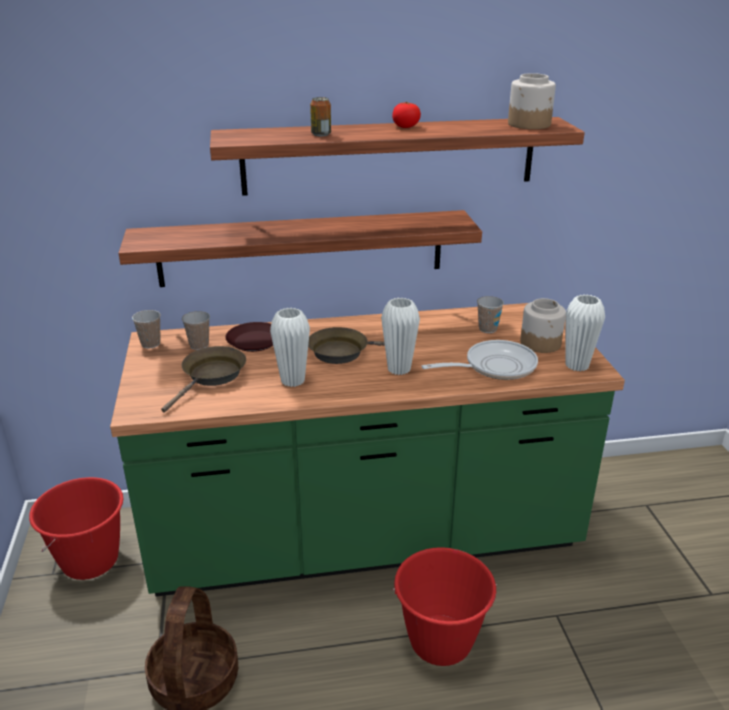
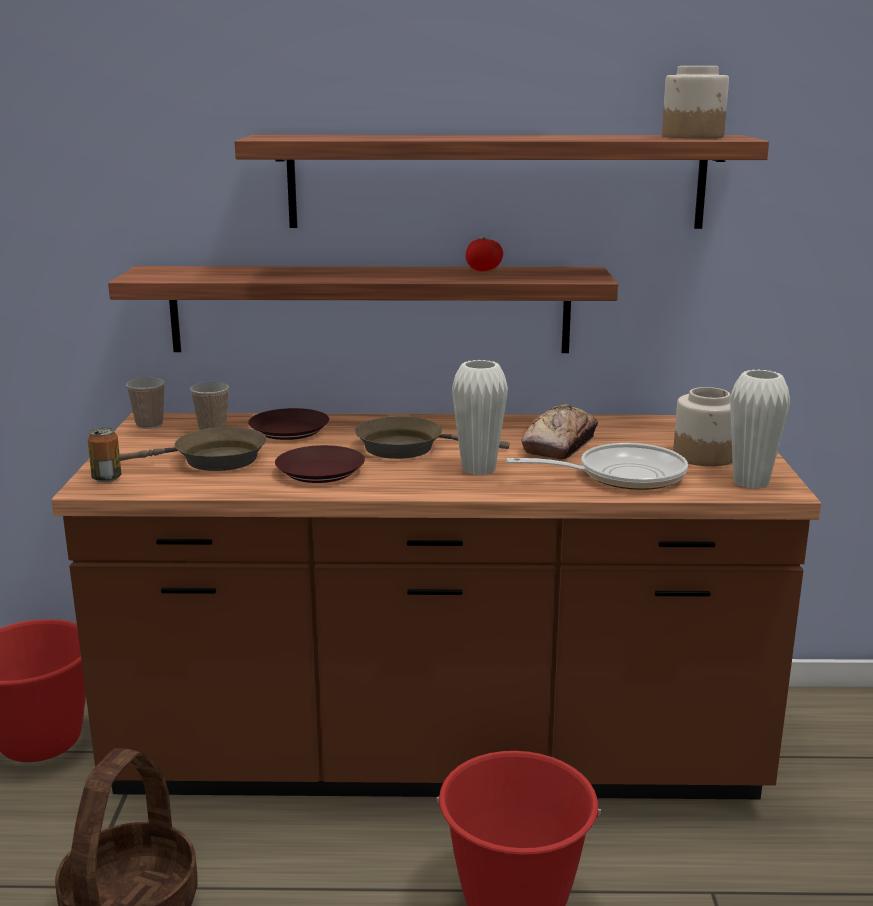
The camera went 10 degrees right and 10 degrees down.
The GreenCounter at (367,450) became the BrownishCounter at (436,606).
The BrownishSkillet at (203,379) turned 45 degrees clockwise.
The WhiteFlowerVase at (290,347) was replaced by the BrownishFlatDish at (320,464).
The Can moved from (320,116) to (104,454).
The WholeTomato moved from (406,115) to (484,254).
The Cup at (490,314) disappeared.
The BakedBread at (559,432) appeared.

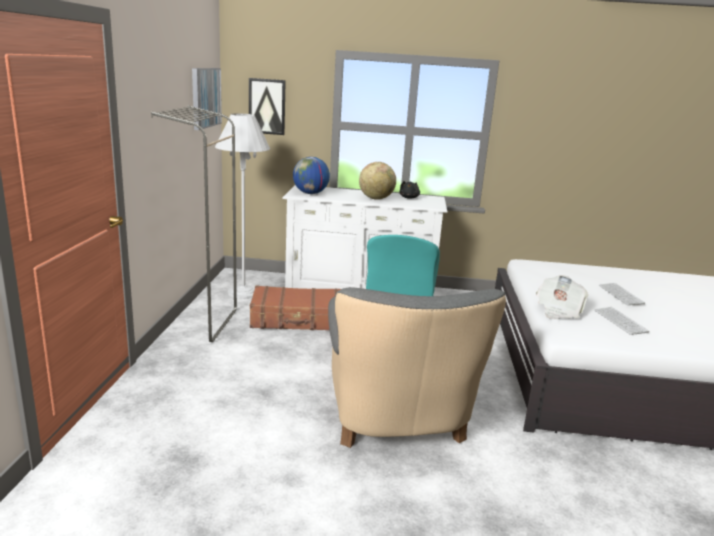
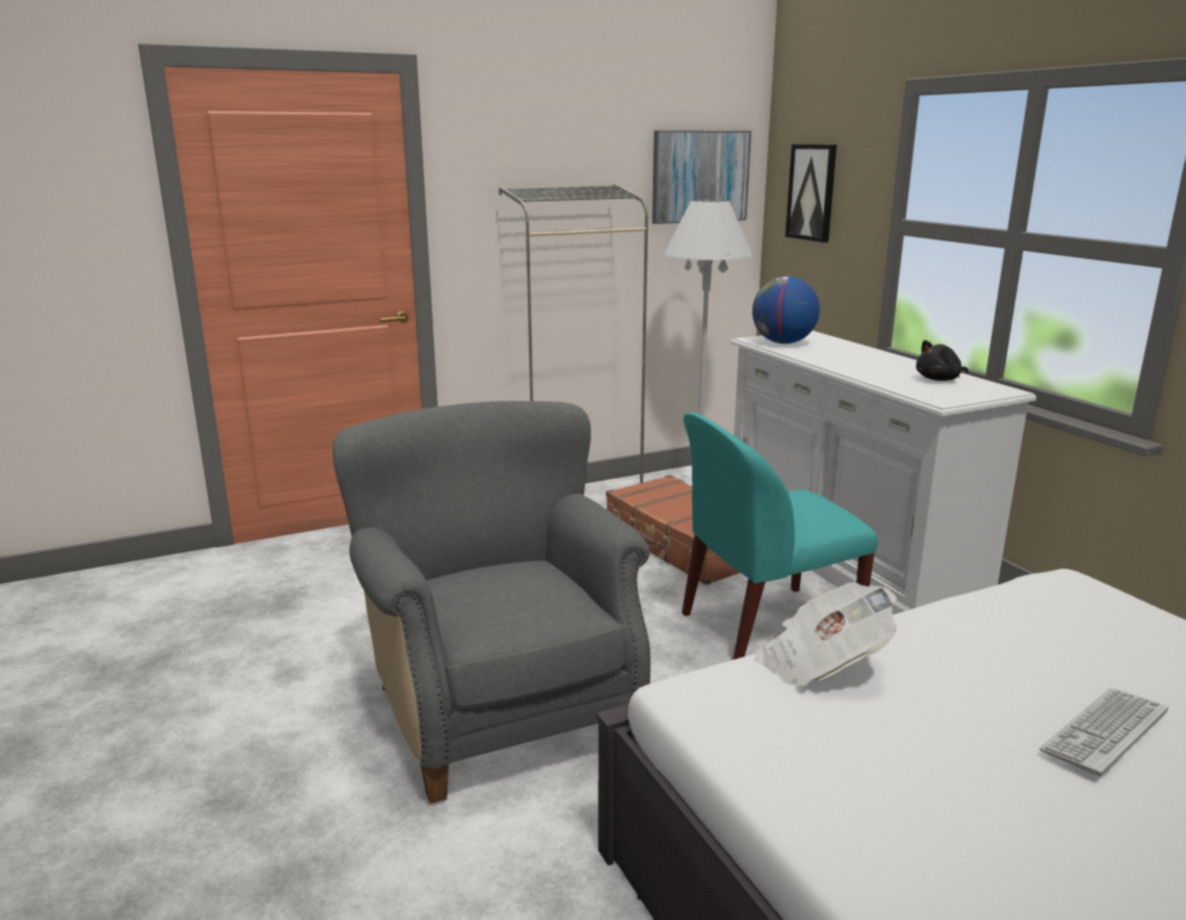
The camera went 60 degrees right and 0 degrees up.
The GreyEasyChair at (417,367) turned 105 degrees clockwise.
The Globe at (377,181) disappeared.
The ComputerKeyboard at (622,321) disappeared.

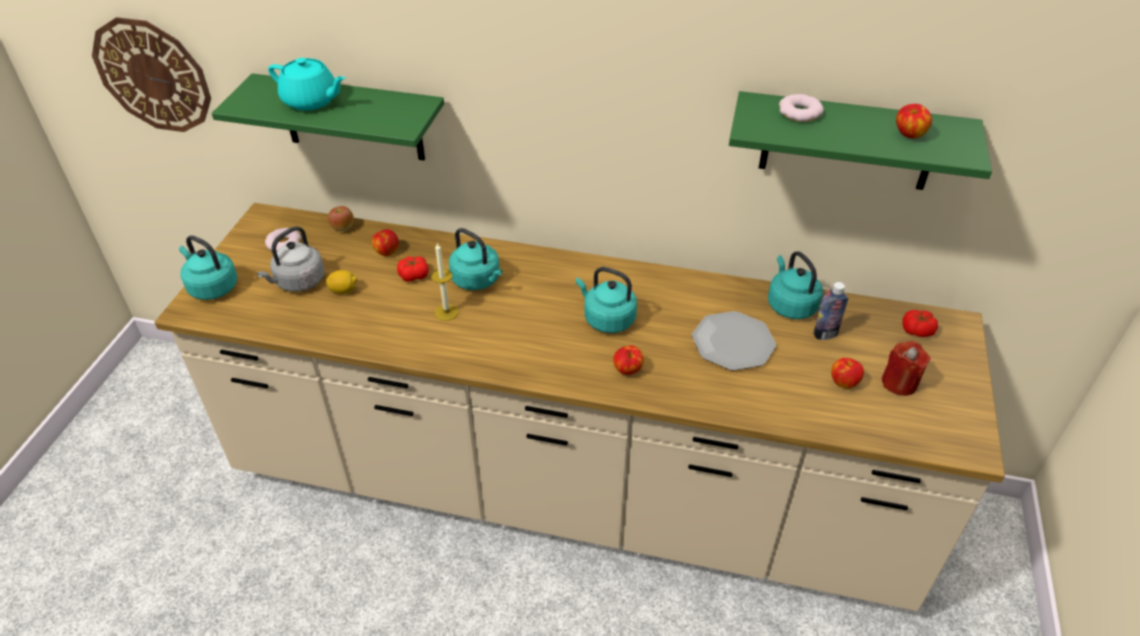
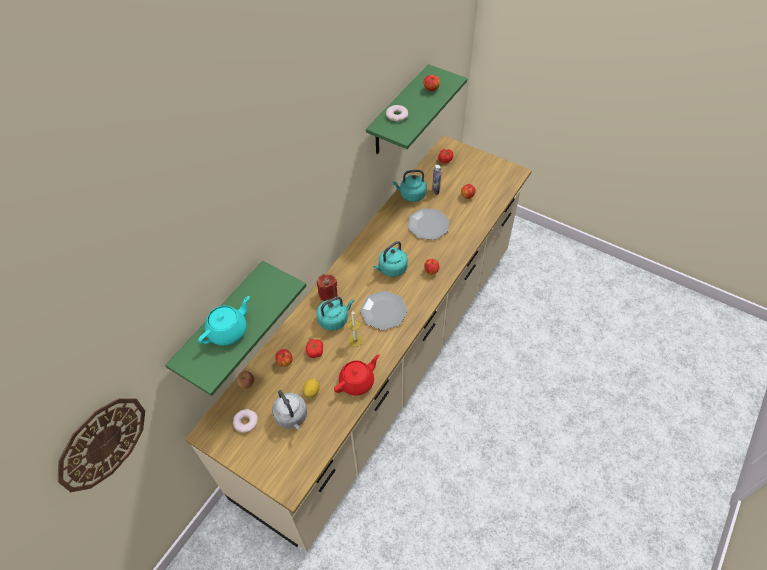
The camera went 70 degrees left and 10 degrees up.
The TurquoiseWaterKettle at (208,267) disappeared.
The RedColouredCandle moved from (906,368) to (327,288).
The RedColouredTeaPot at (357,375) appeared.
The FlatDish at (383,310) appeared.

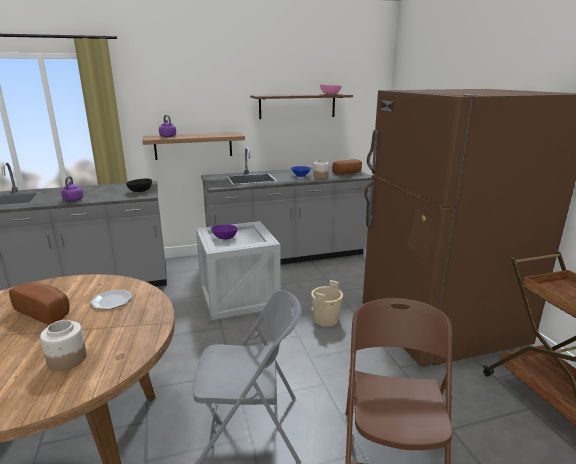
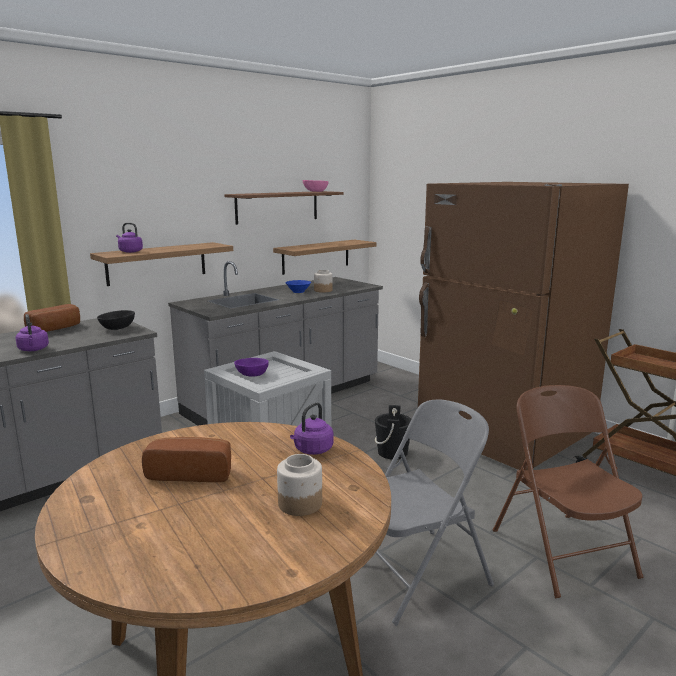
The camera went 25 degrees left and 5 degrees down.
The FlatDish at (111,300) disappeared.
The BeigePail at (327,303) became the BlackishPail at (393,432).
The BakedBread moved from (347,167) to (52,318).
The BracketShelf at (325,257) appeared.
The PurpleWaterKettle at (311,428) appeared.

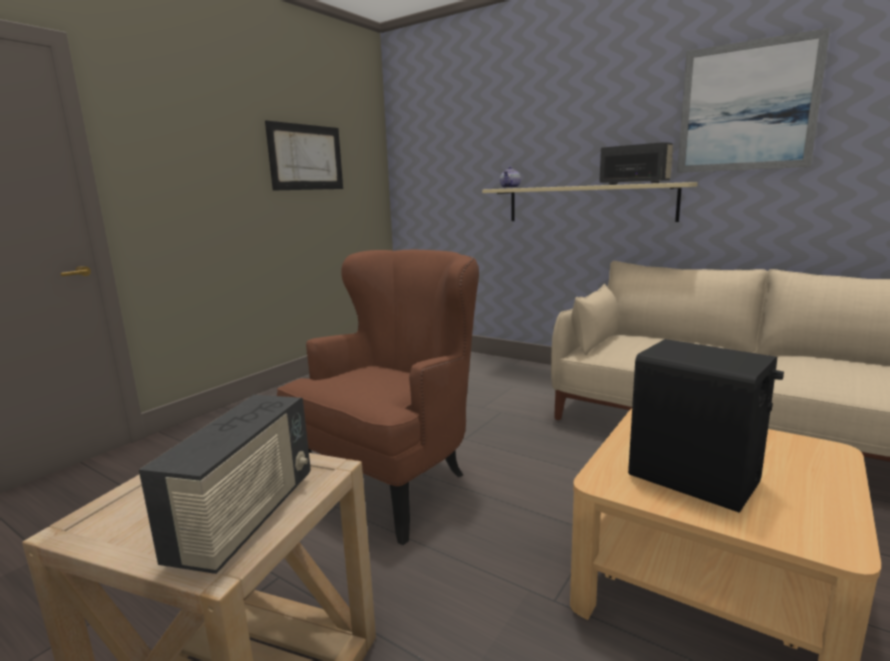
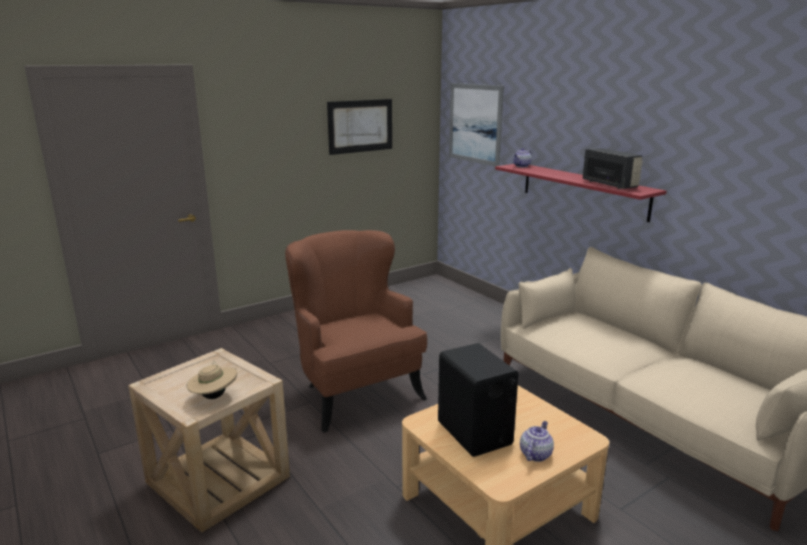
The camera went 20 degrees right and 5 degrees up.
The RadioSet at (225,484) was replaced by the BeigeHat at (212,380).
The BrownishEasyChair at (378,397) turned 90 degrees counterclockwise.
The BeigeBracketShelf at (590,202) became the RedColouredBracketShelf at (581,193).
The WallPicture moved from (753,100) to (476,124).
The TeaPot at (537,441) appeared.

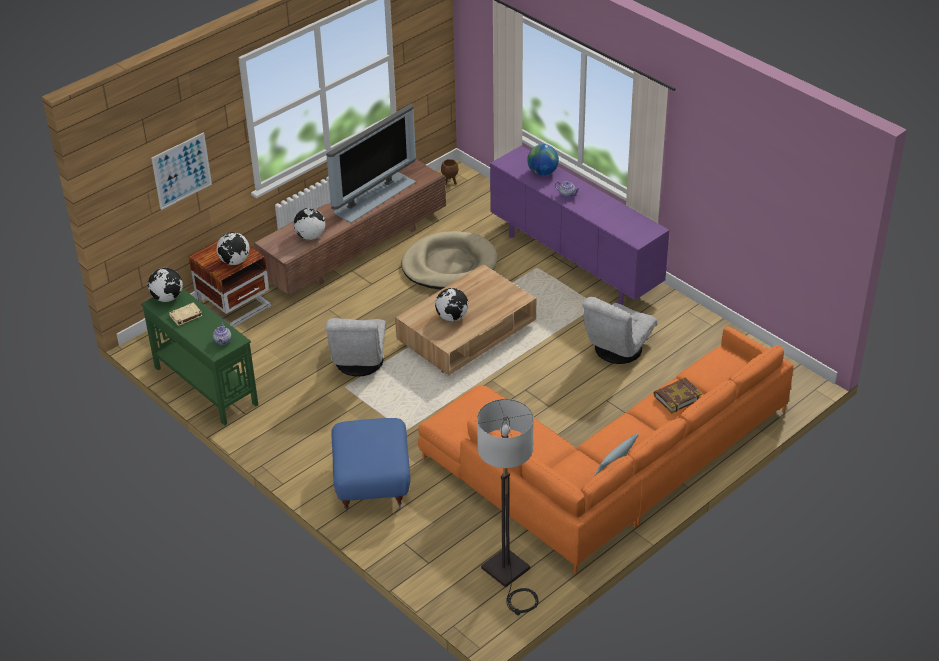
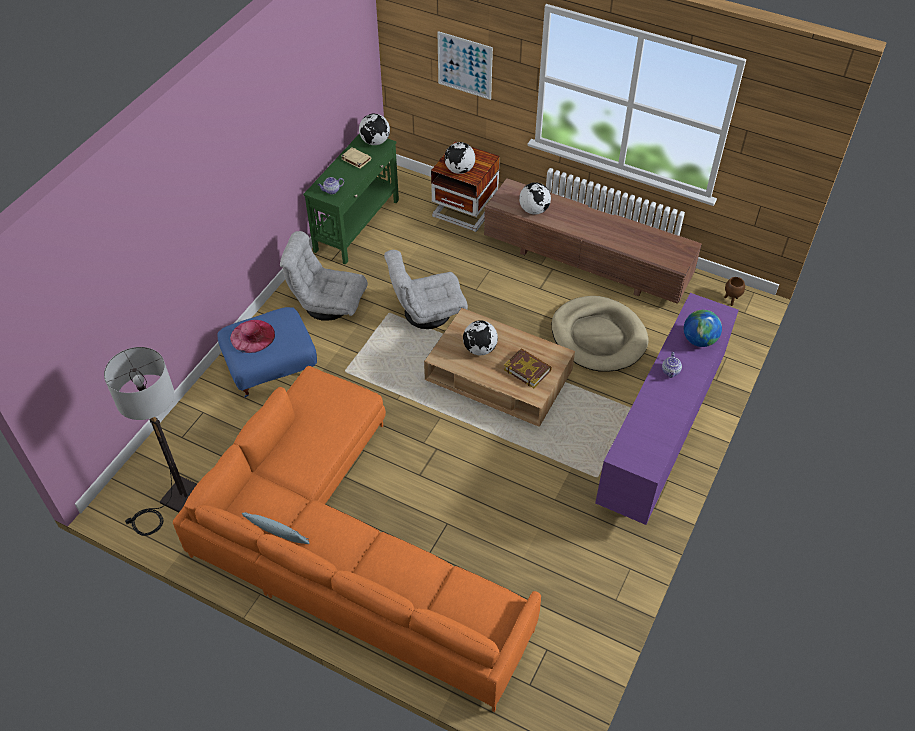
The camera went 70 degrees right and 10 degrees up.
The Television at (371,163) disappeared.
The GreyEasyChair moved from (620,330) to (324,276).
The Volume moved from (678,396) to (528,368).
The PinkHat at (252,336) appeared.

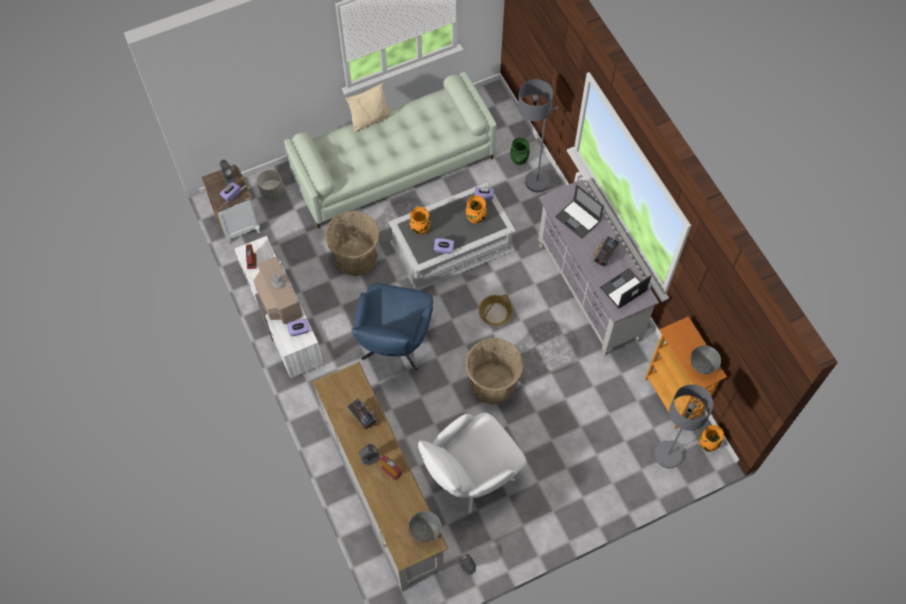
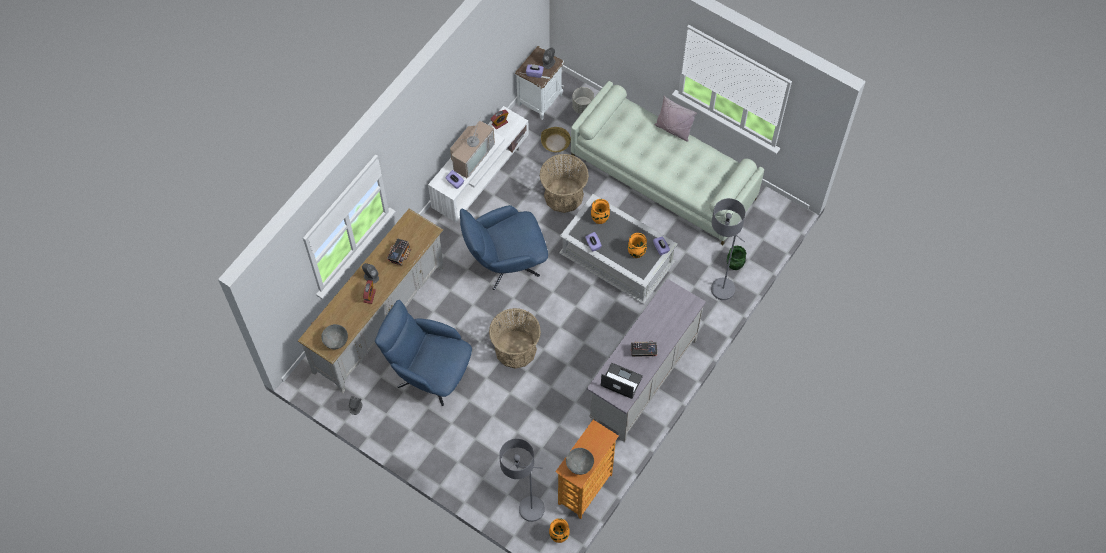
The camera went 60 degrees right and 0 degrees up.
The BeigeThrowPillow at (368,107) became the PurpleThrowPillow at (675,119).
The WhiteEasyChair at (472,463) became the BlueEasyChair at (423,353).
The Basket moved from (496,310) to (556,139).
The NotebookComputer at (579,212) disappeared.

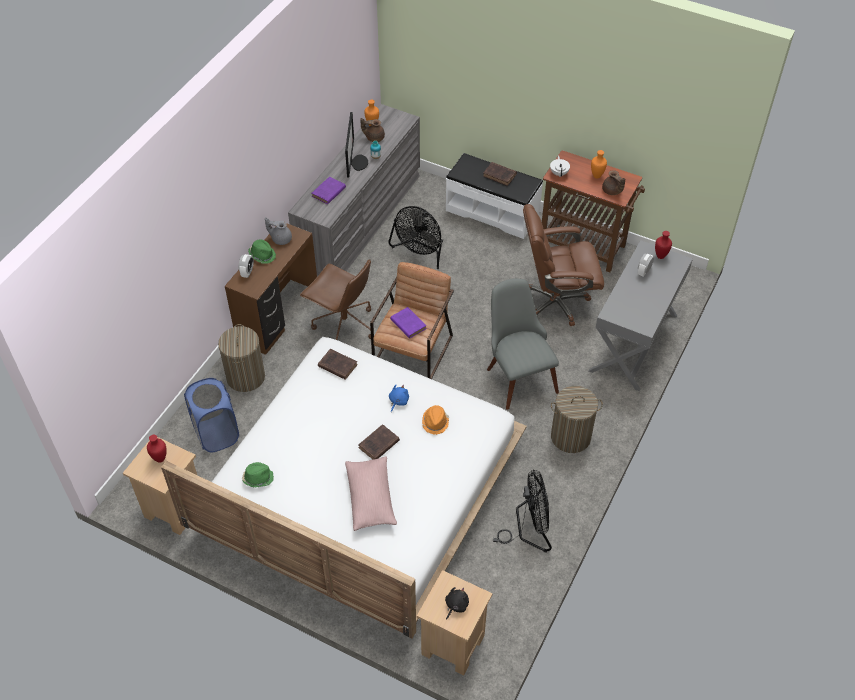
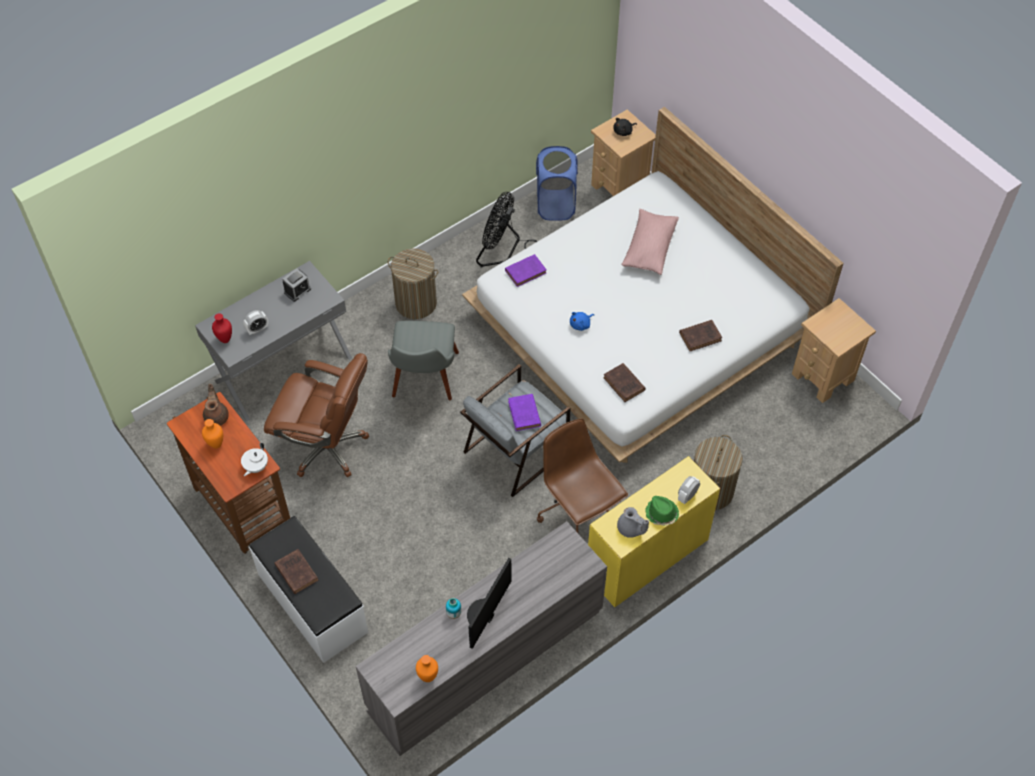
The camera went 155 degrees left and 5 degrees up.
The RedColouredFlowerVase at (157,449) disappeared.
The BlueHamper moved from (211,415) to (557,183).
The BrownishDeskUnit at (271,289) became the YellowishDeskUnit at (654,531).
The GreenHat at (258,474) disappeared.
The PurpleVolume moved from (328,190) to (525,270).
The BrownishVolume moved from (379,441) to (700,335).
The BrownishTeaPot at (372,130) disappeared.
The BrownishEasyChair at (412,320) became the GreyEasyChair at (515,430).
The BlackishFan at (415,237) disappeared.
The OrangeColouredHat at (435,420) disappeared.
The AlarmClock at (296,285) appeared.

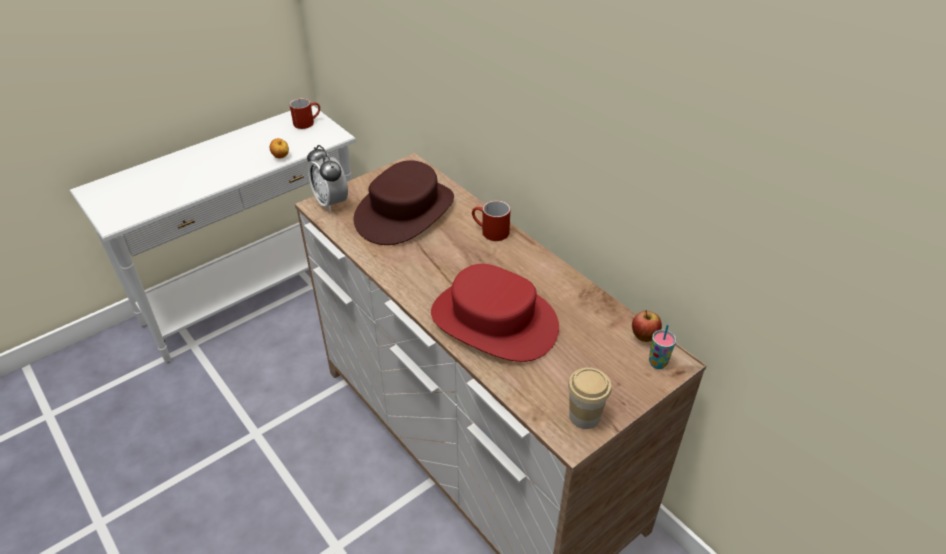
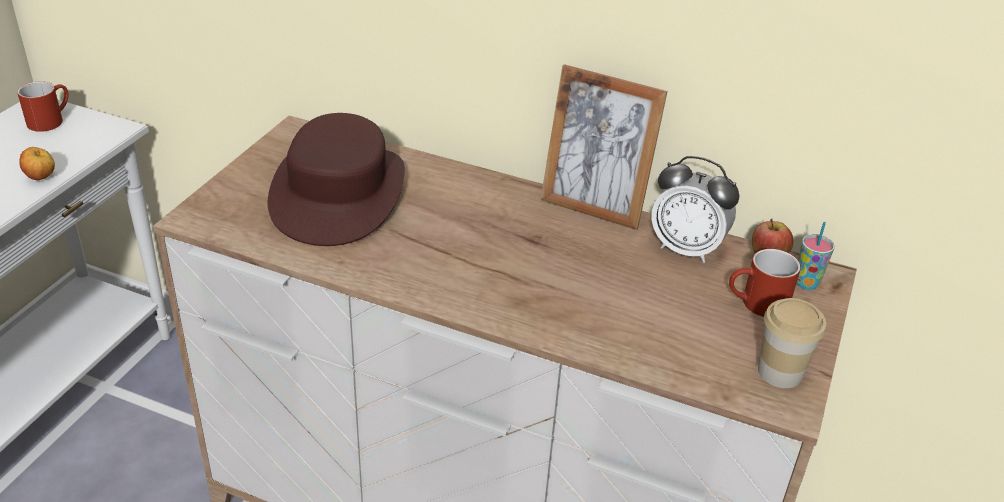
The camera went 30 degrees left and 5 degrees down.
The AlarmClock moved from (327,178) to (695,209).
The RedColouredHat at (495,313) disappeared.
The RedColouredTeaMug moved from (491,220) to (765,283).
The PhotoFrame at (604,147) appeared.

